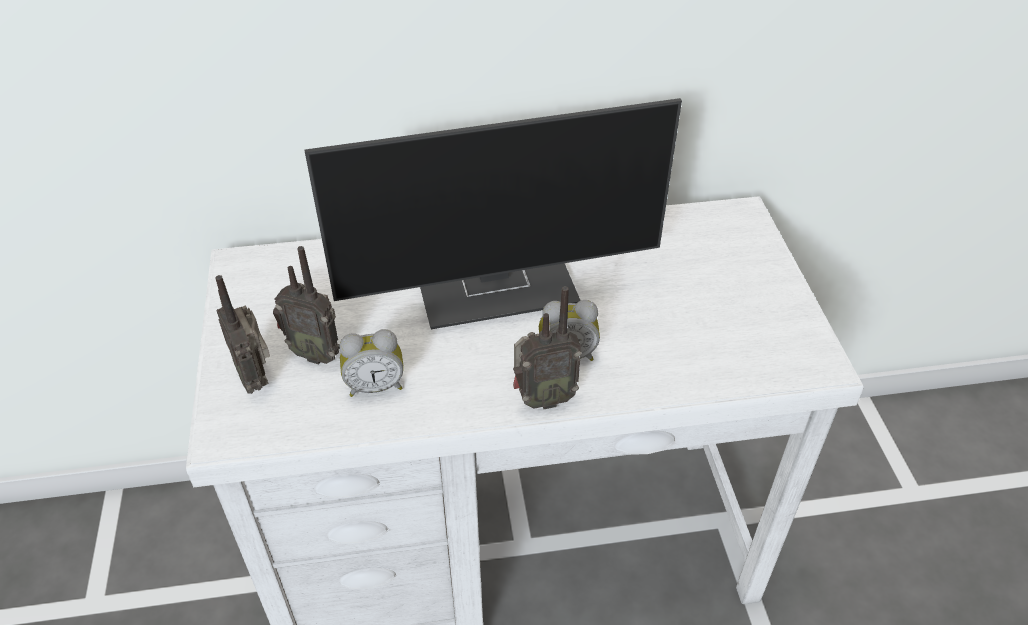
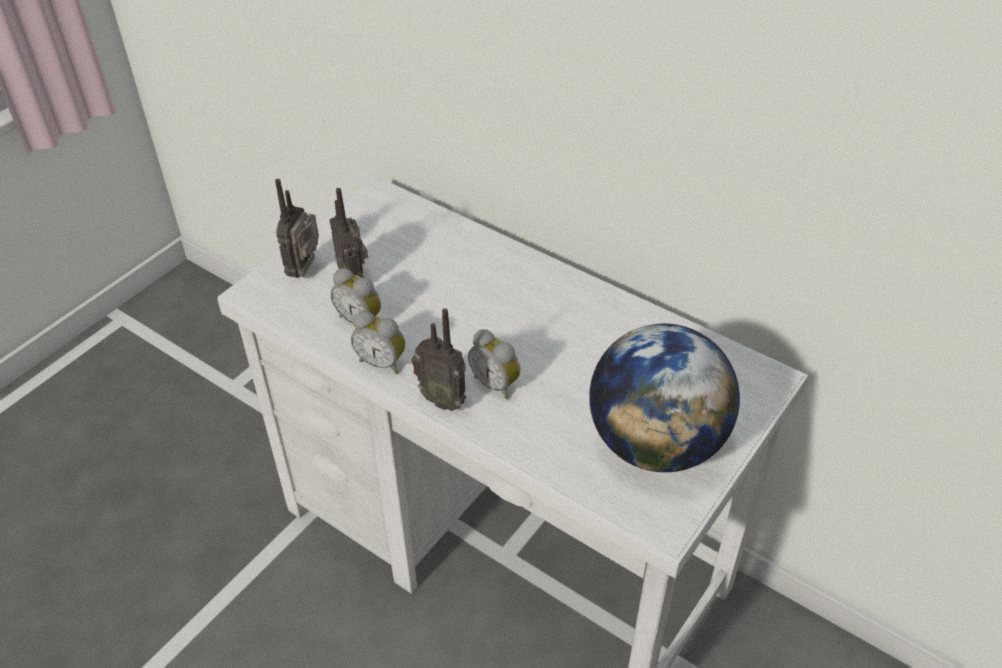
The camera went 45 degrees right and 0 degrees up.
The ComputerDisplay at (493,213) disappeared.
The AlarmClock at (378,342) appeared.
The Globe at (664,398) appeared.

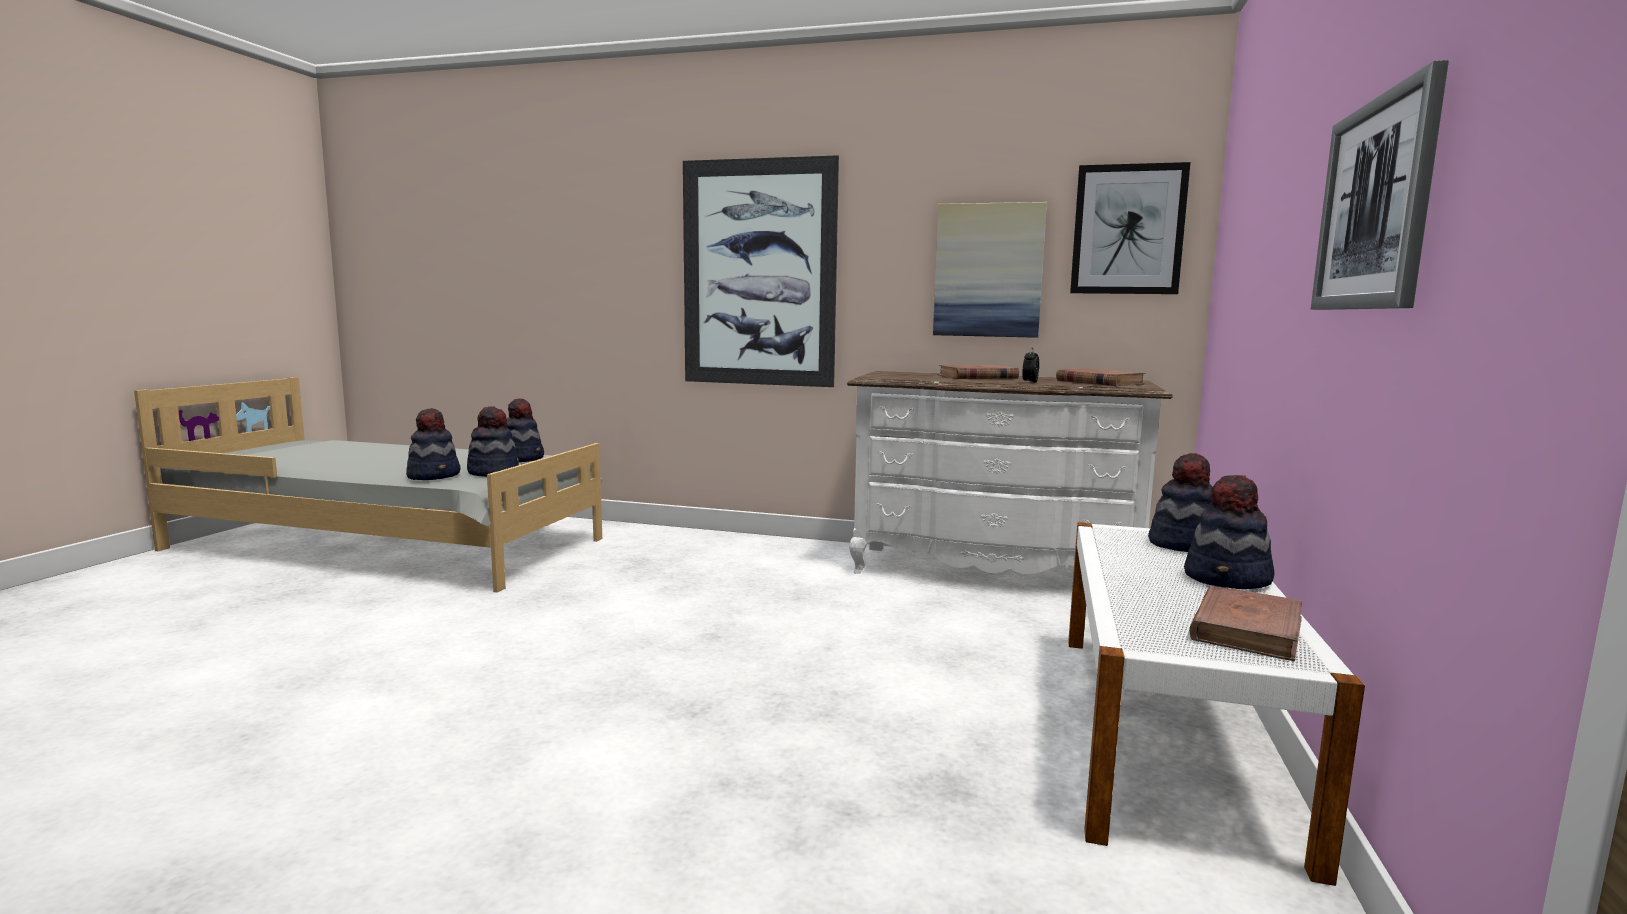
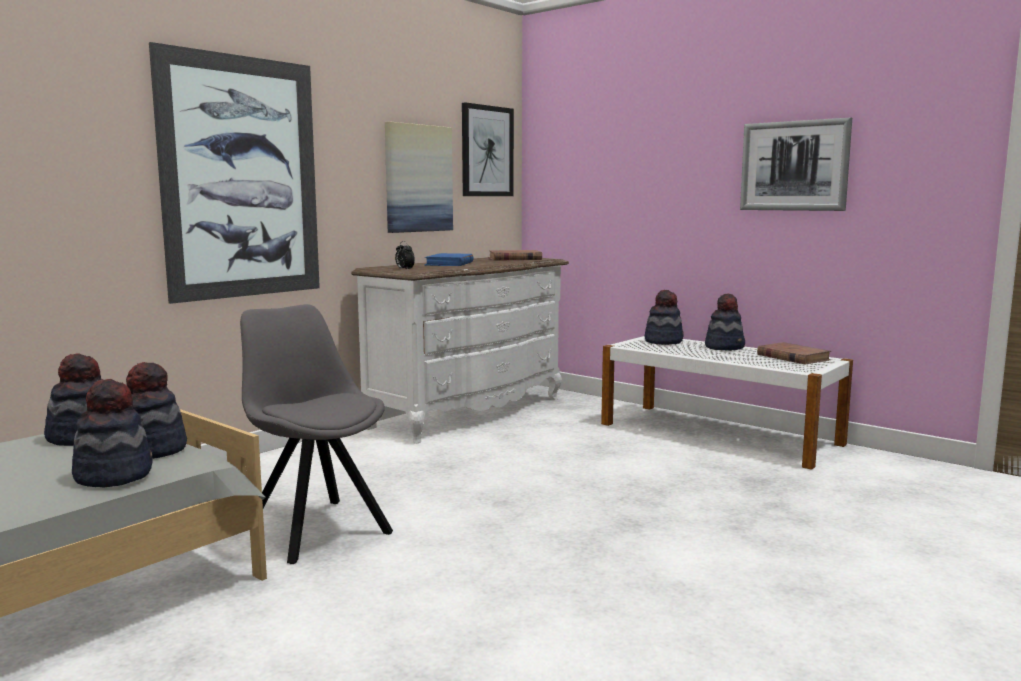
The camera went 65 degrees left and 0 degrees up.
The BrownishVolume at (978,372) became the BlueVolume at (449,259).
The AlarmClock moved from (1030,365) to (405,255).
The GreyUprightChair at (316,434) appeared.

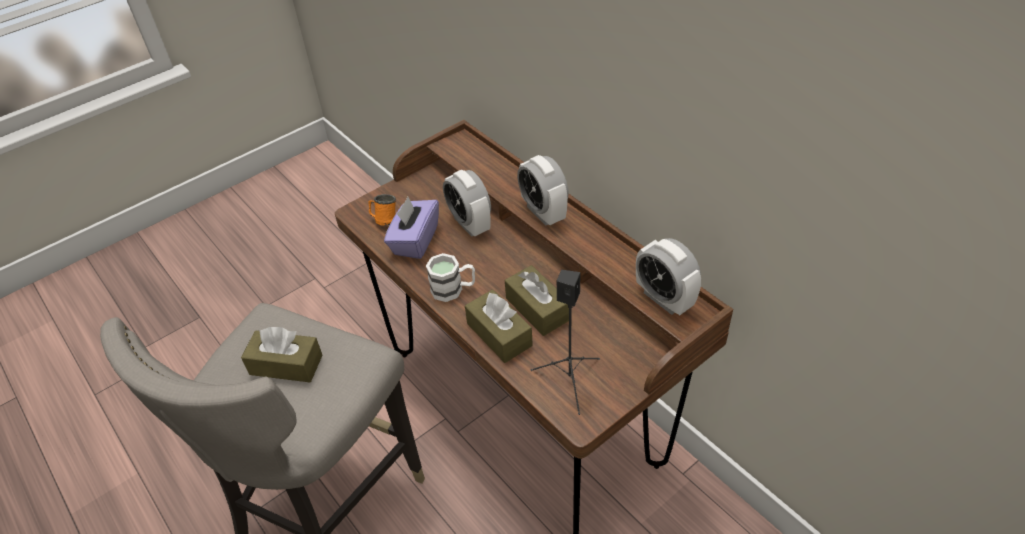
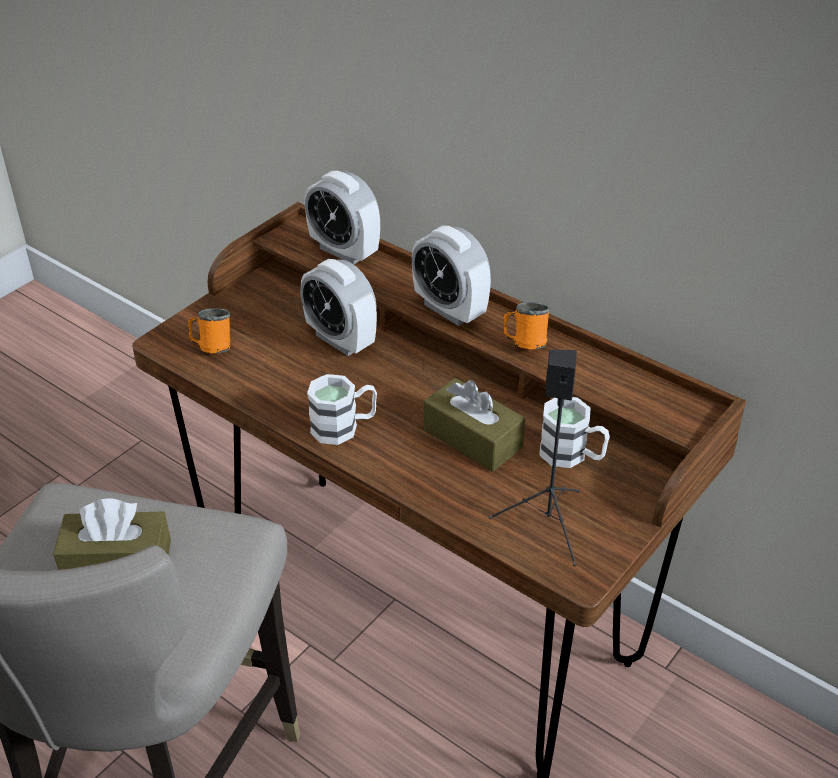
The camera went 15 degrees left and 5 degrees down.
The PurpleTissueBox at (411,228) disappeared.
The BrownishTissueBox at (499,326) disappeared.
The AlarmClock moved from (668,276) to (342,218).
The OrangeColouredTeaMug at (527,325) appeared.
The WhiteTeaMug at (574,432) appeared.

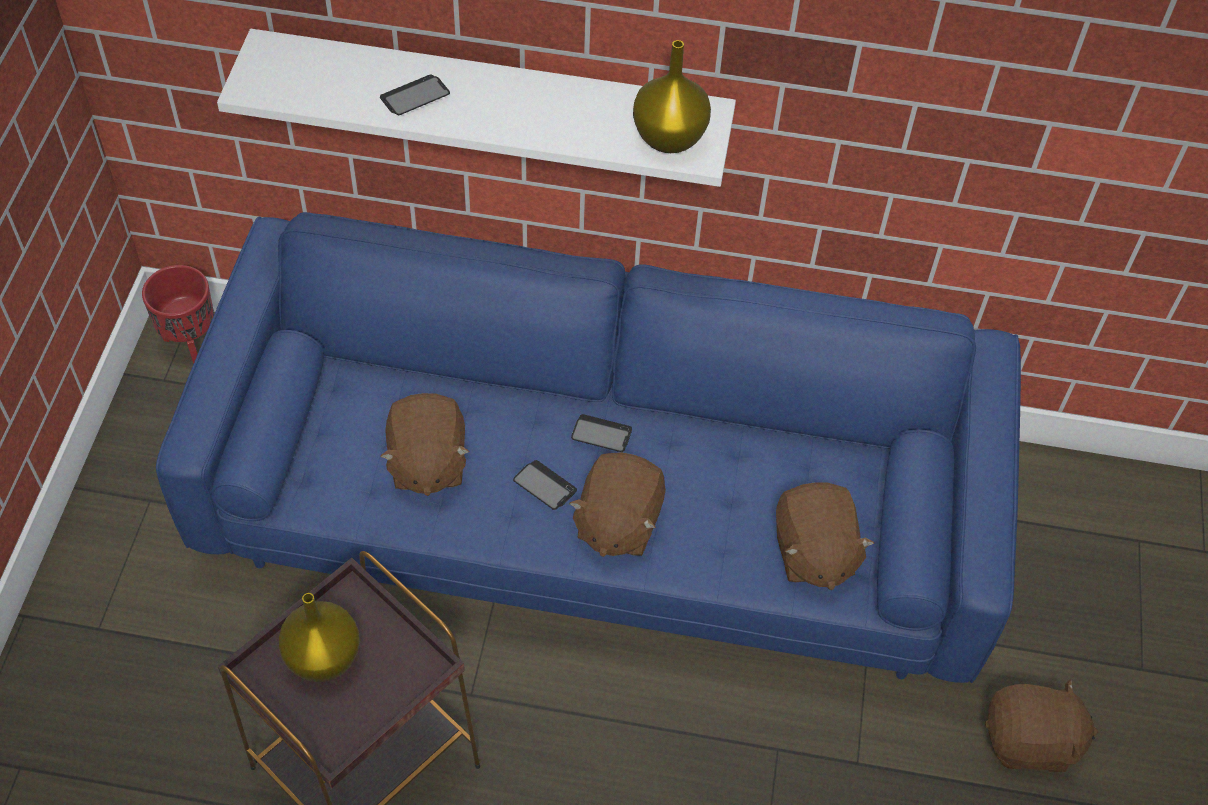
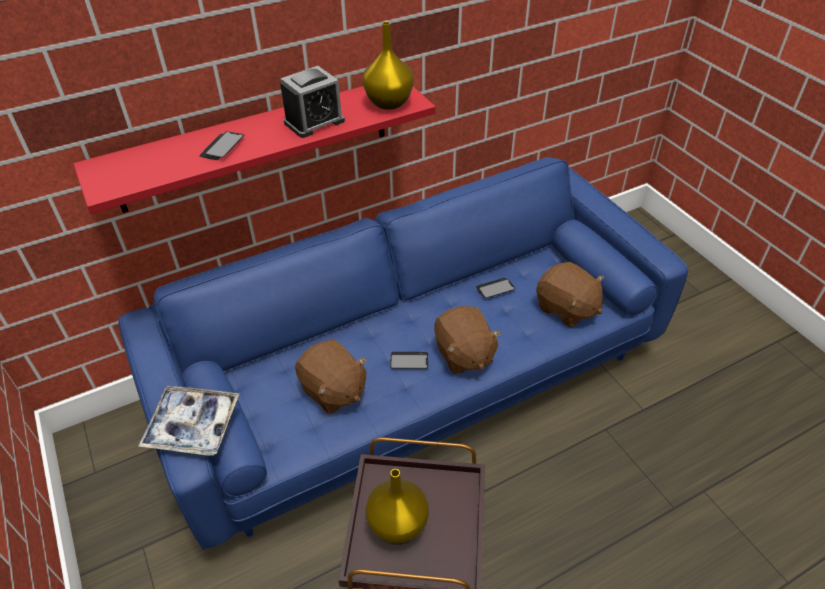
The camera went 35 degrees left and 10 degrees down.
The RedColouredPlantPot at (178,314) disappeared.
The WhiteBracketShelf at (476,108) became the RedColouredBracketShelf at (254,150).
The Telephone moved from (601,433) to (495,288).
The BrownishPlushToy at (1041,725) disappeared.
The Tray at (188,421) appeared.
The AlarmClock at (312,102) appeared.

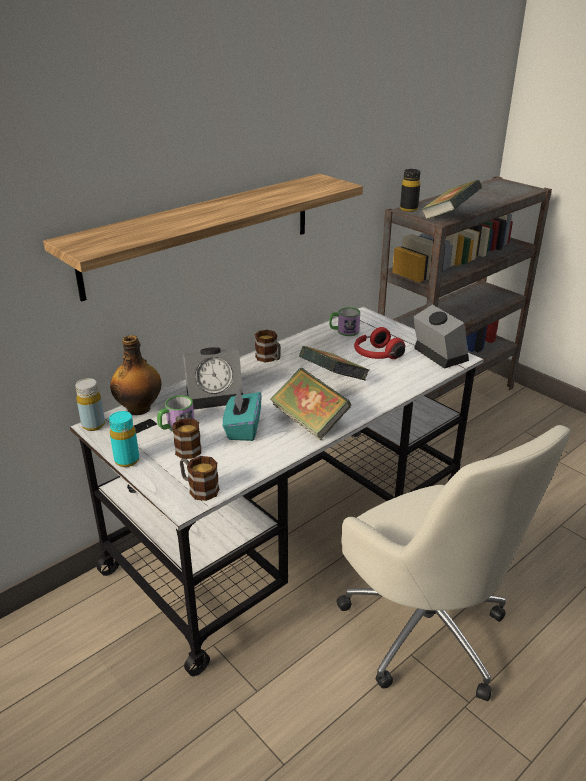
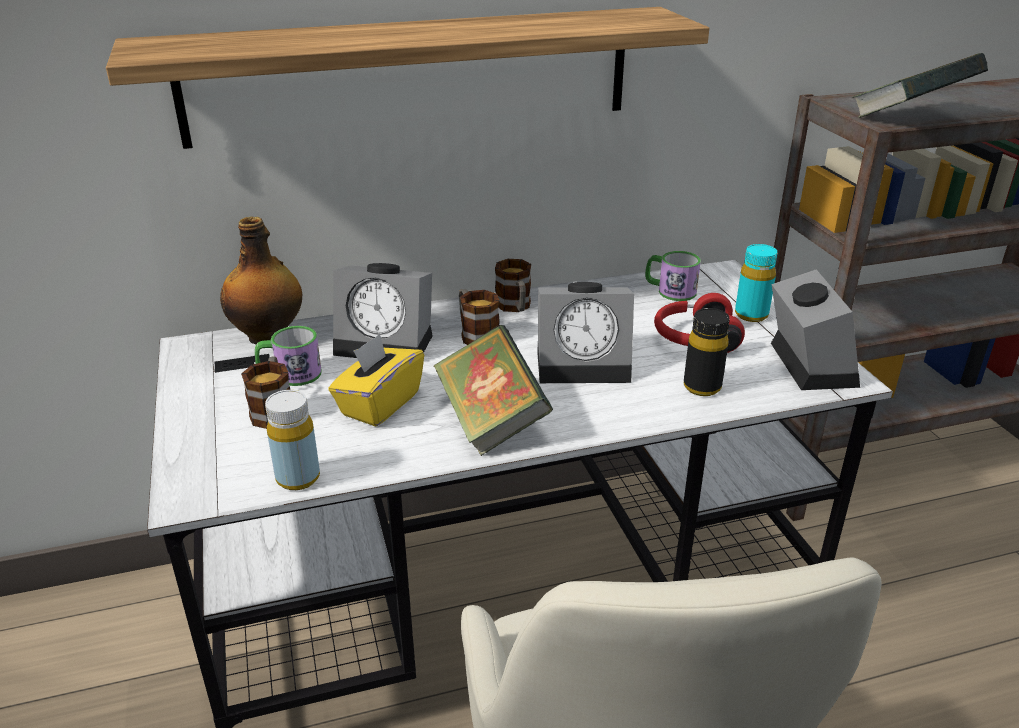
The camera went 25 degrees right and 0 degrees up.
The YellowishDrinkBottle moved from (90,404) to (292,440).
The TurquoiseDrinkBottle moved from (124,439) to (756,283).
The TeaMug moved from (199,478) to (479,317).
The TurquoiseTissueBox at (242,414) became the YellowishTissueBox at (376,380).
The Volume at (334,363) was replaced by the AlarmClock at (585,332).
The BlackishDrinkBottle moved from (410,190) to (707,352).

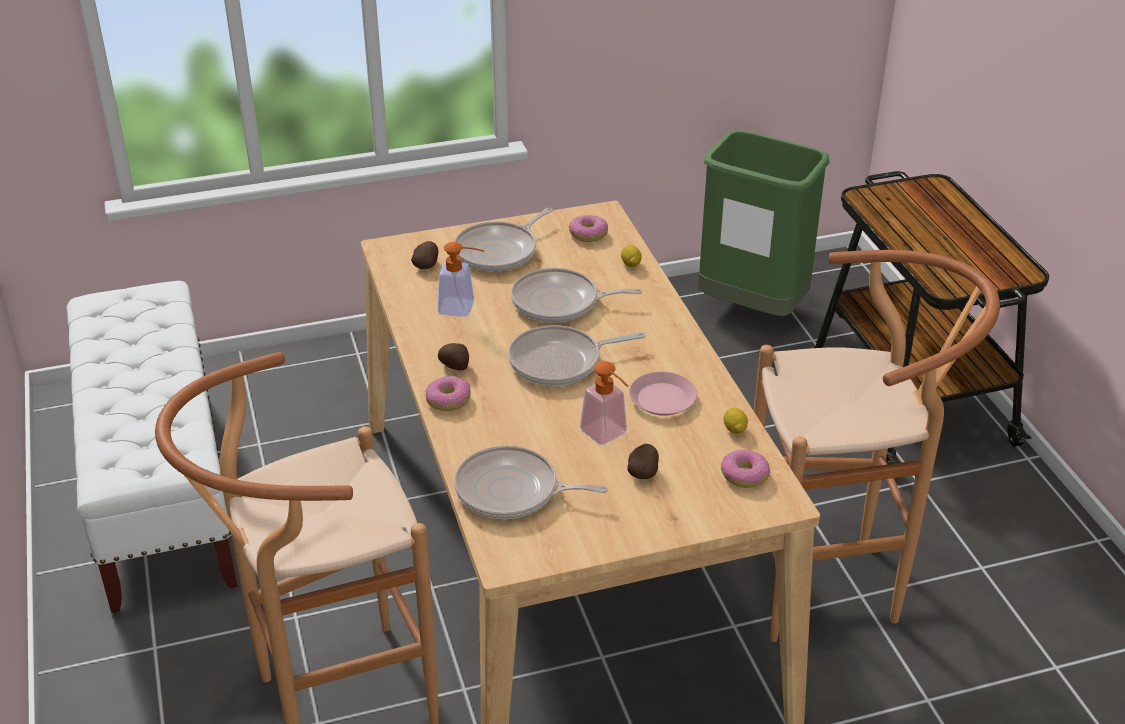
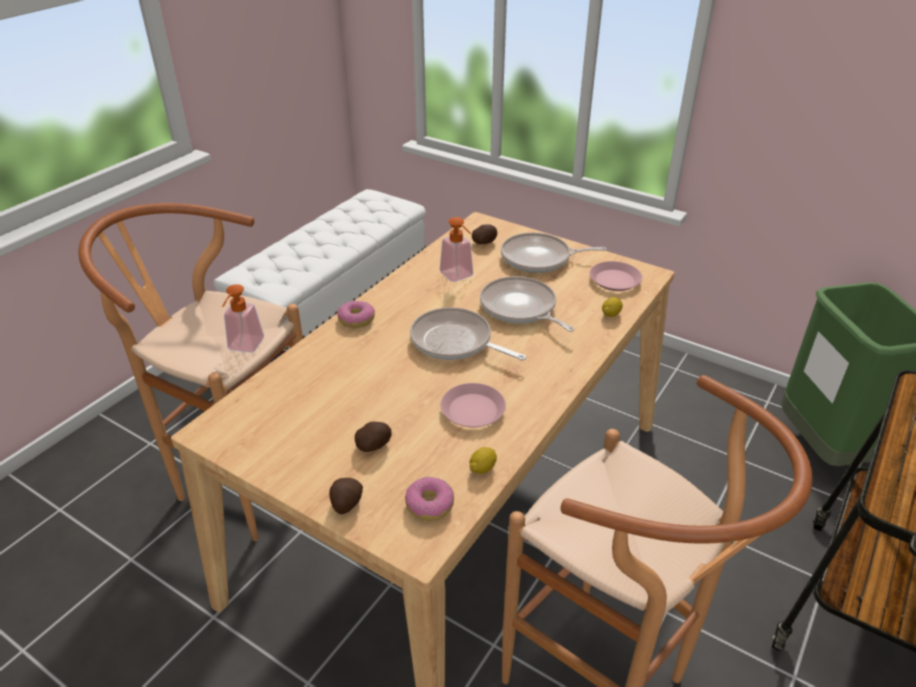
The camera went 50 degrees right and 0 degrees up.
The WholePotato moved from (453,356) to (346,496).
The Skillet at (531,482) disappeared.
The Doughnut at (588,228) was replaced by the PinkFlatDish at (616,276).
The SoapDispenser moved from (604,403) to (243,318).

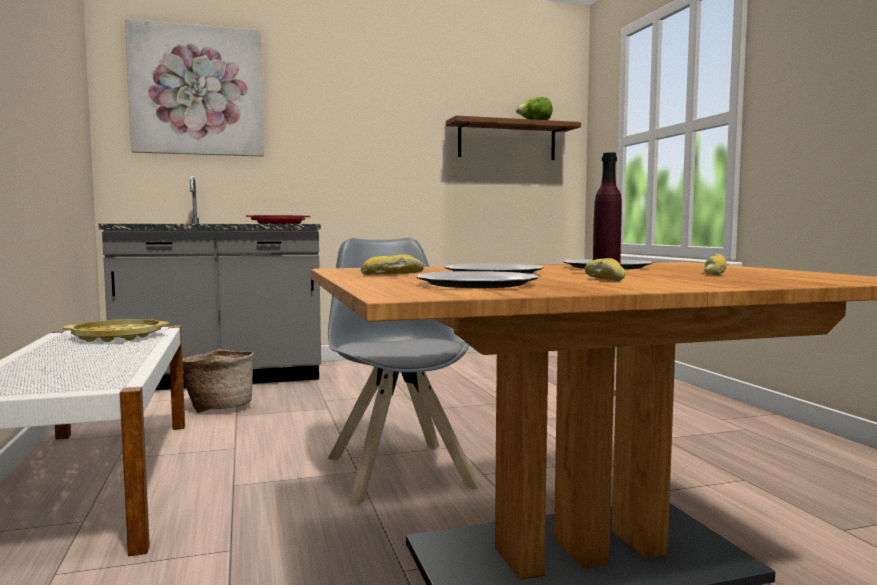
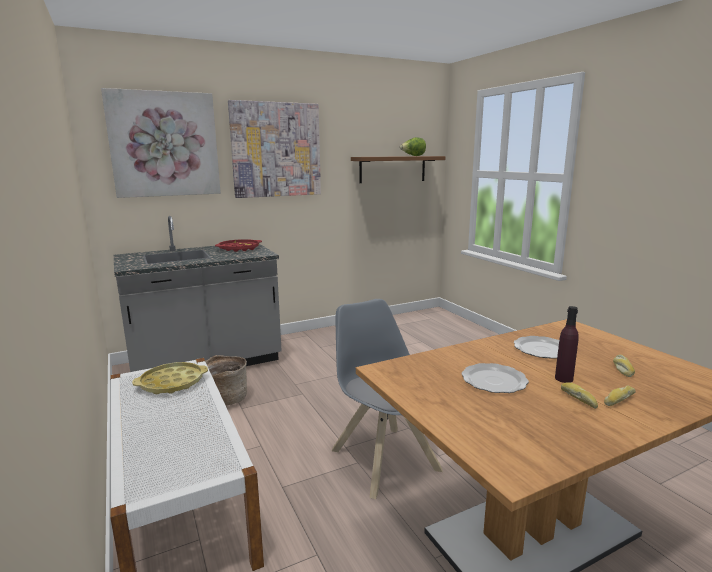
The camera went 10 degrees left and 10 degrees up.
The BakedBread moved from (392,264) to (620,395).
The FlatDish at (478,279) disappeared.
The WallPicture at (274,149) appeared.

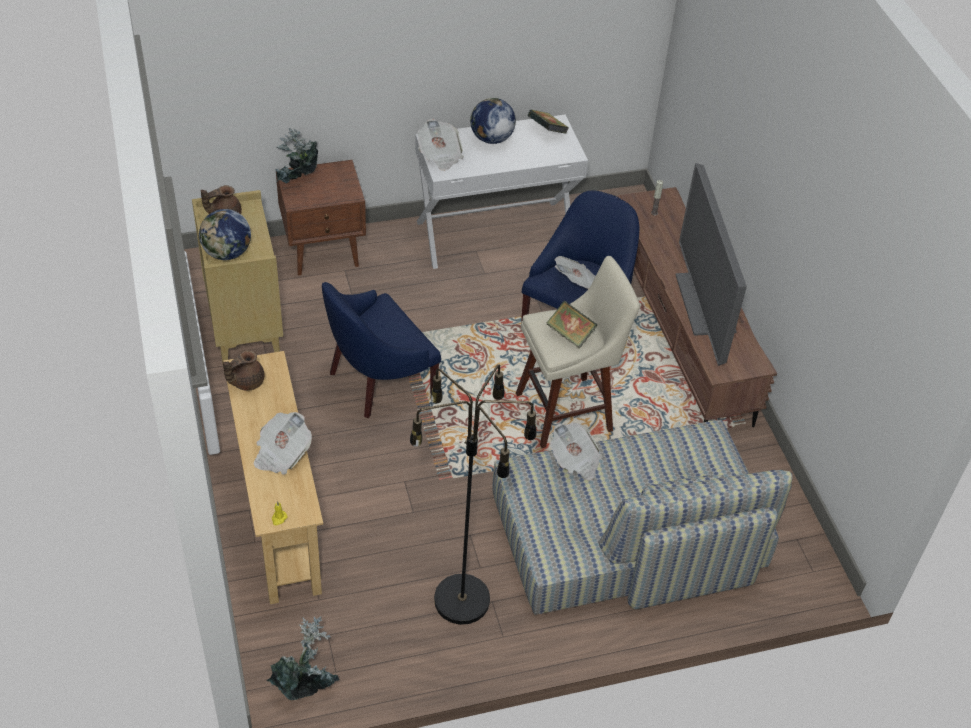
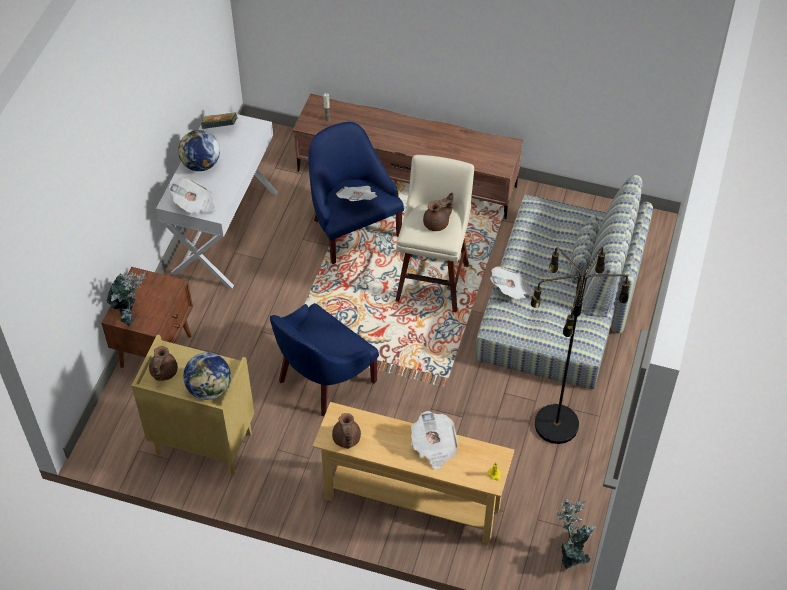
The camera went 55 degrees left and 5 degrees up.
The BlueEasyChair at (381,350) turned 45 degrees clockwise.
The Volume at (572,325) was replaced by the BrownishTeaPot at (438,211).
The Television at (711,264) disappeared.

